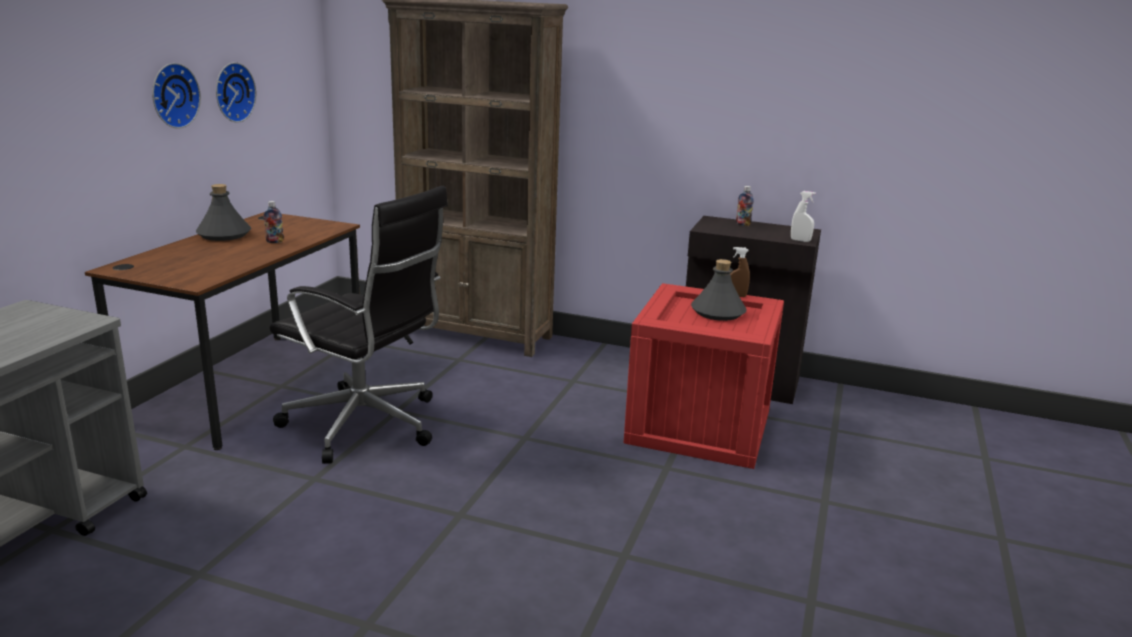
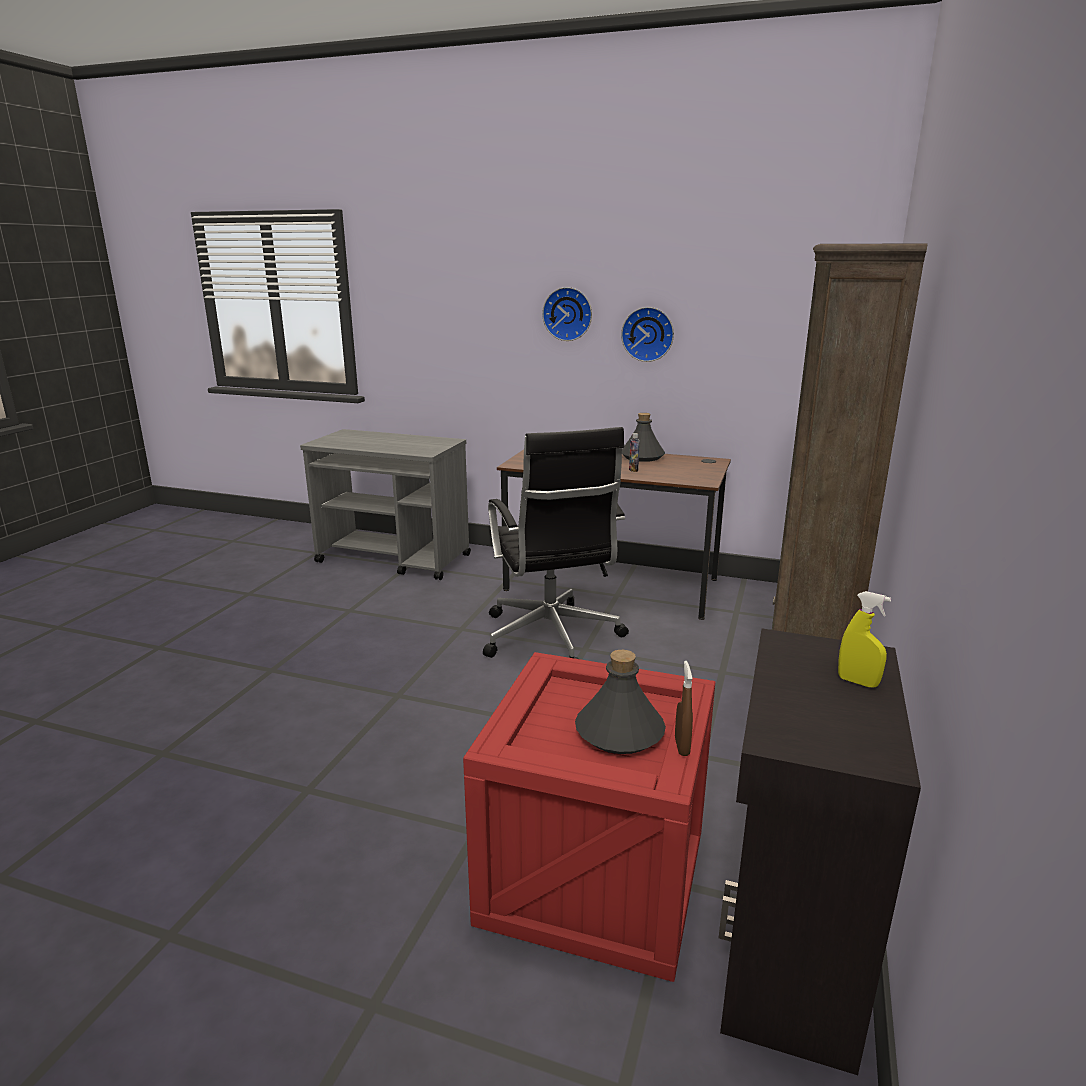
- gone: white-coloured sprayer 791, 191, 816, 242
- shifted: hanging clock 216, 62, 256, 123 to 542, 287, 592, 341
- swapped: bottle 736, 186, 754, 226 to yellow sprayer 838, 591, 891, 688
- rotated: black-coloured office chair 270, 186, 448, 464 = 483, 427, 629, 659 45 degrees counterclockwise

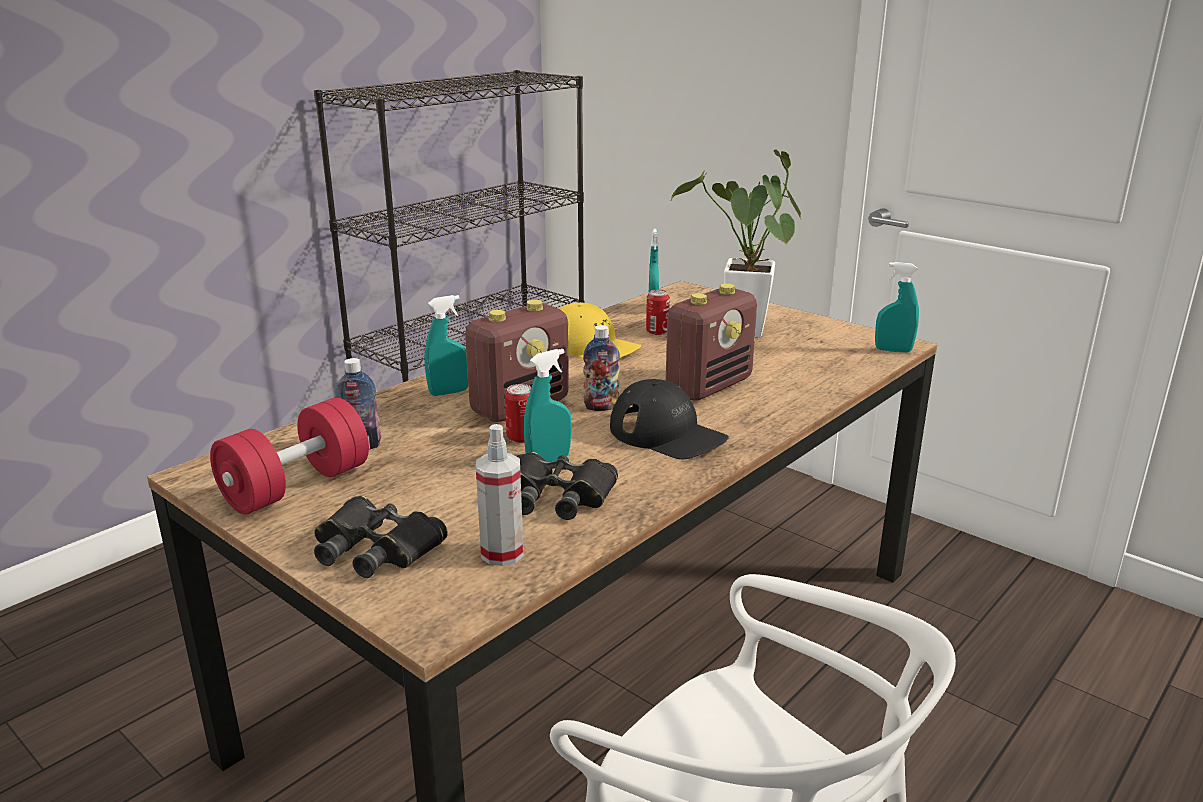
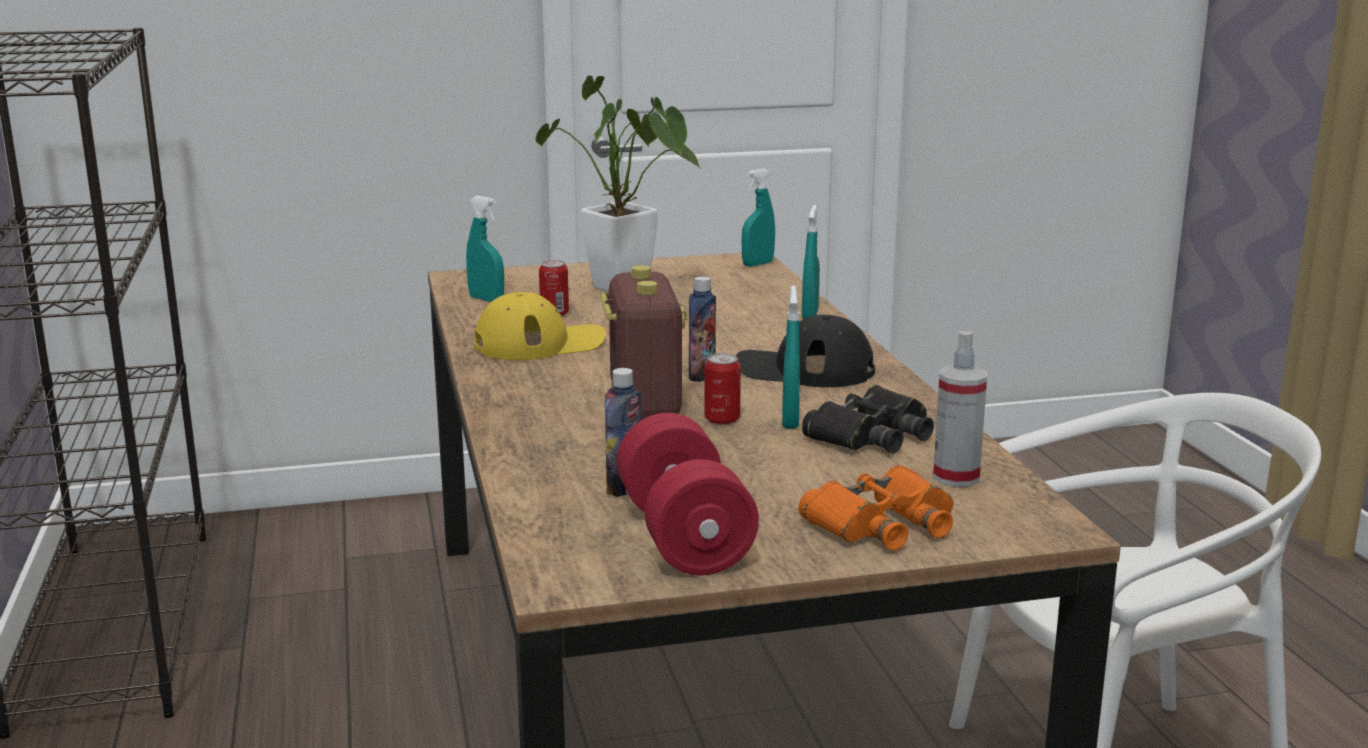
- gone: radio 666, 284, 757, 401
- shifted: blue-green sprayer 425, 295, 468, 396 to 802, 205, 820, 319
- repainted: black-coloured binoculars 314, 496, 448, 578 to orangey binoculars 798, 465, 953, 551
- rotated: black-coloured peaked cap 610, 379, 729, 459 = 736, 315, 875, 387 150 degrees counterclockwise

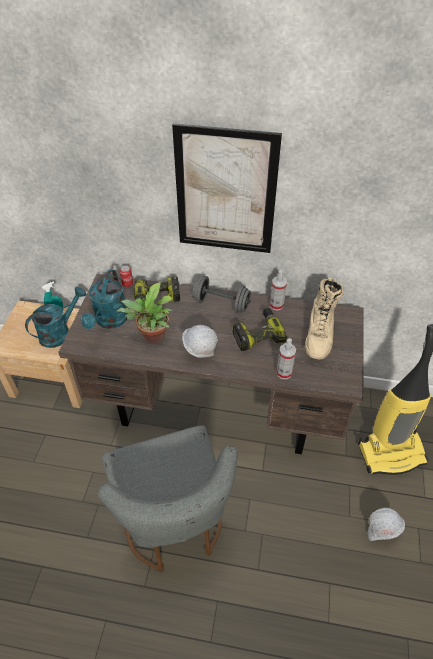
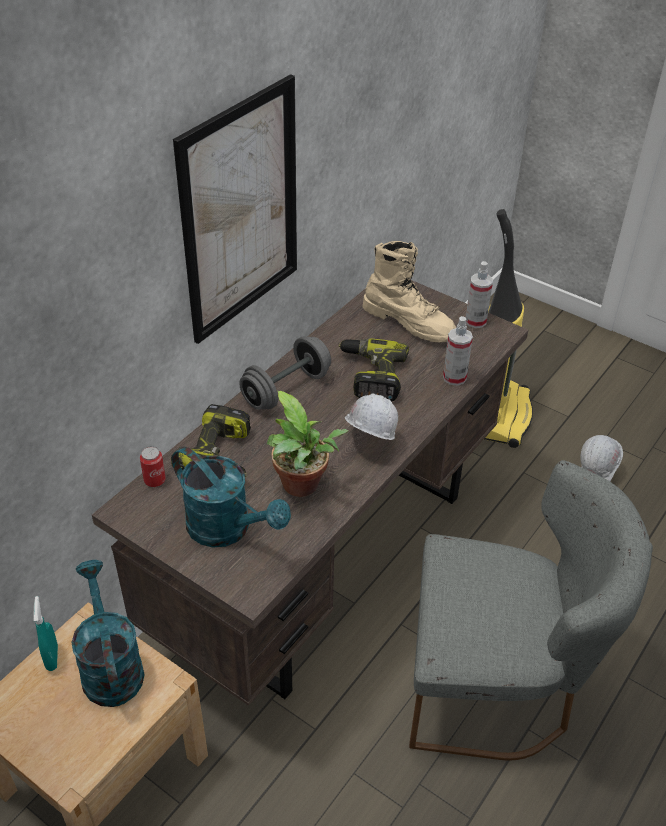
- shifted: sprayer 270, 270, 287, 311 to 466, 261, 493, 328

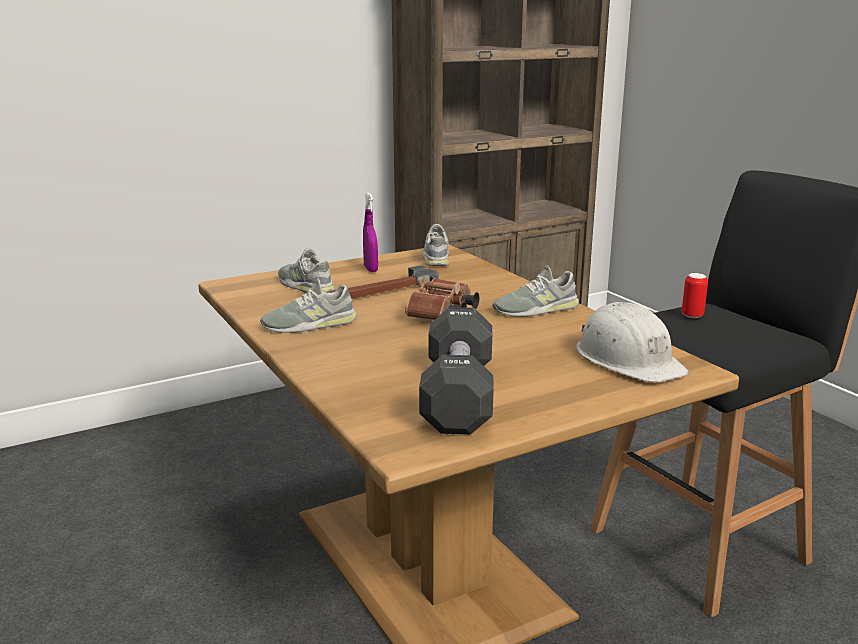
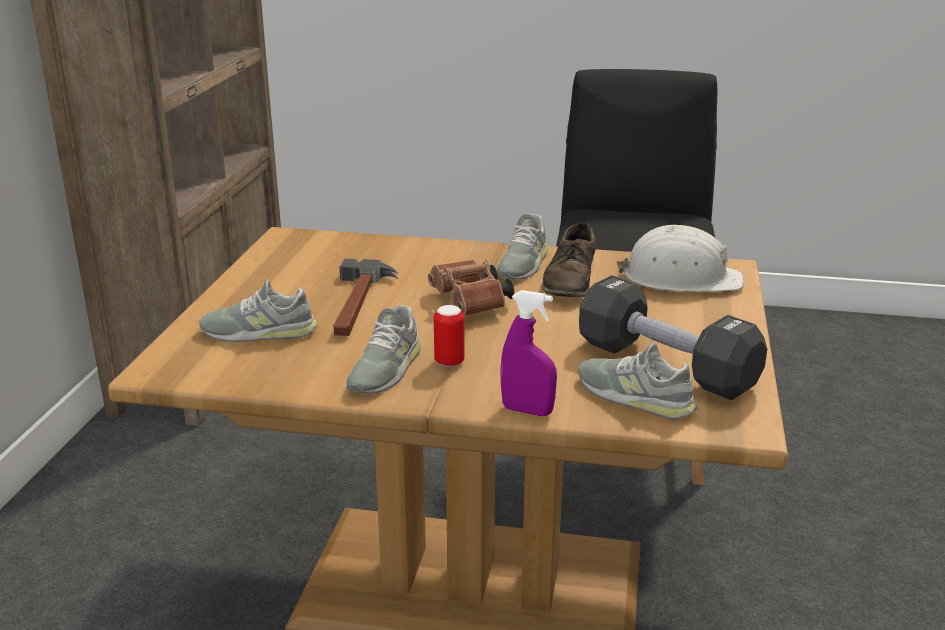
- new: brownish item of footwear 542, 222, 596, 297
- shifted: purple-coloured sprayer 363, 192, 378, 272 to 500, 290, 557, 416
- shifted: grey item of footwear 422, 224, 449, 266 to 578, 342, 698, 419
- shifted: metal can 682, 273, 708, 318 to 434, 305, 465, 367

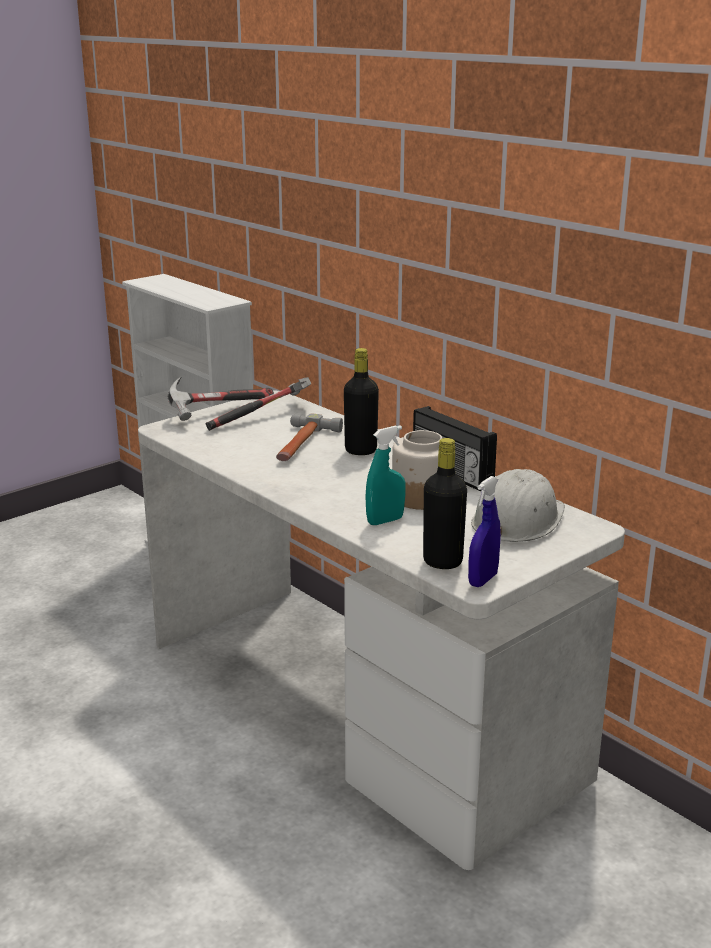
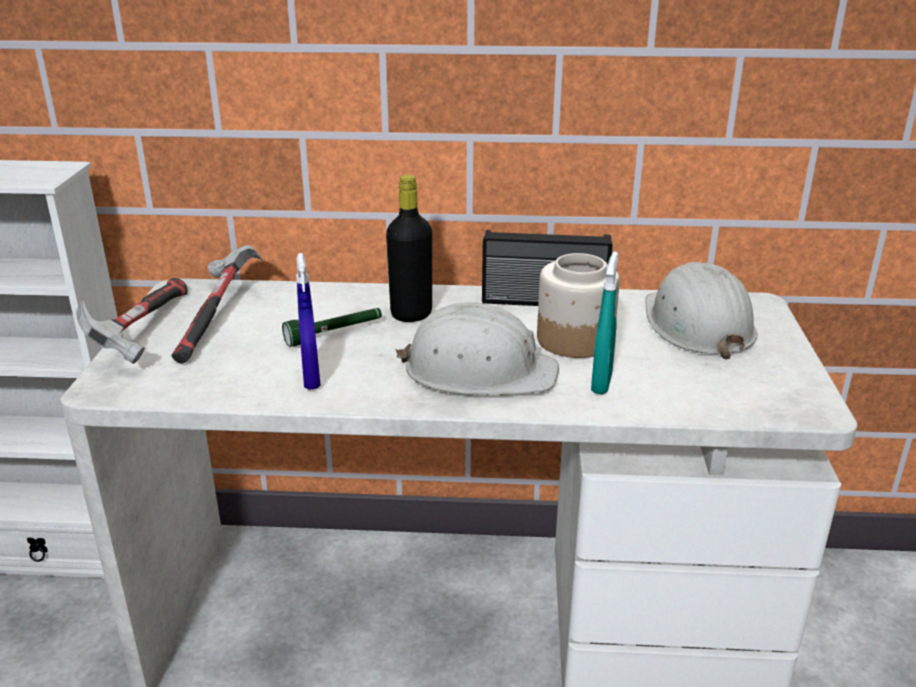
- gone: black-coloured bottle 423, 438, 467, 569
- new: white-coloured hard hat 395, 302, 559, 395
- shifted: blue sprayer 468, 476, 501, 587 to 296, 253, 321, 390
- swapped: hand hammer 276, 413, 343, 461 to green-coloured hand torch 282, 308, 382, 347

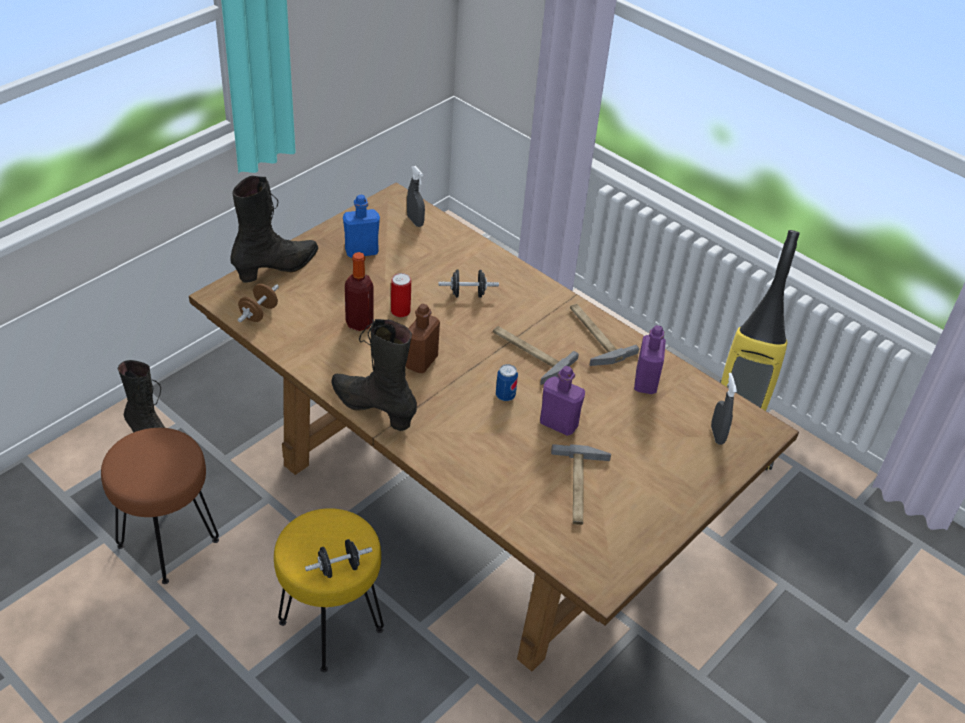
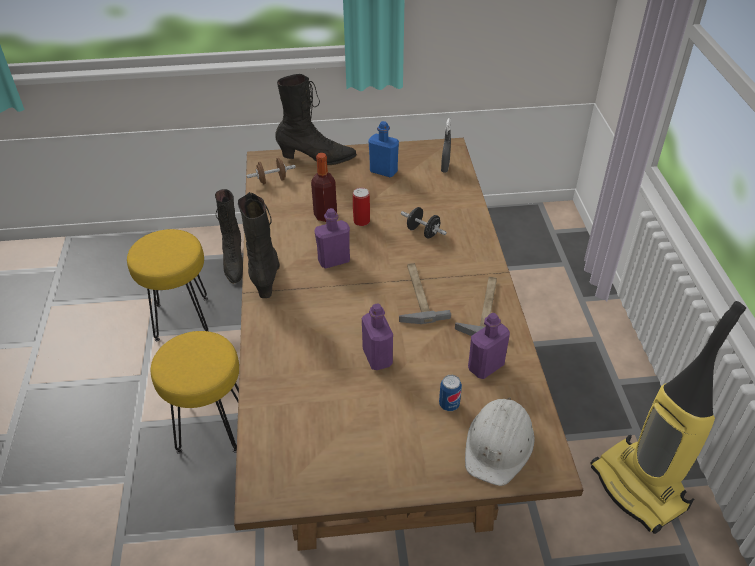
- gone: black-coloured hand weight 305, 539, 372, 578
- gone: hand hammer 551, 444, 611, 525
- shifted: metal can 496, 364, 518, 401 to 439, 375, 462, 411
- swapped: grey sprayer 711, 373, 737, 445 to white-coloured hard hat 465, 397, 534, 486
- repainted: brownish stool 101, 428, 219, 584 to yellow stool 127, 229, 208, 341
- repainted: brownish bottle 406, 304, 440, 373 to purple-coloured bottle 315, 208, 350, 269

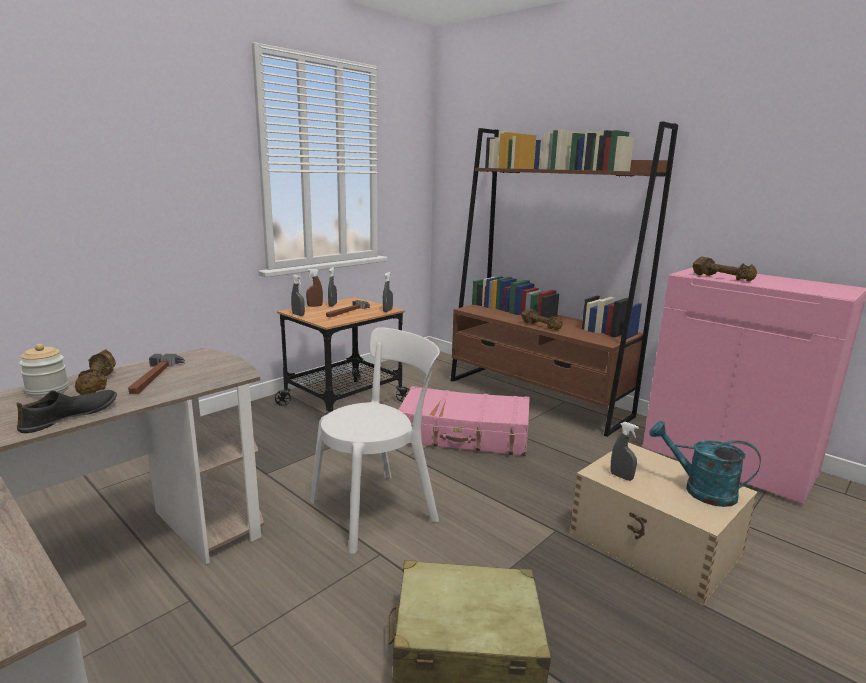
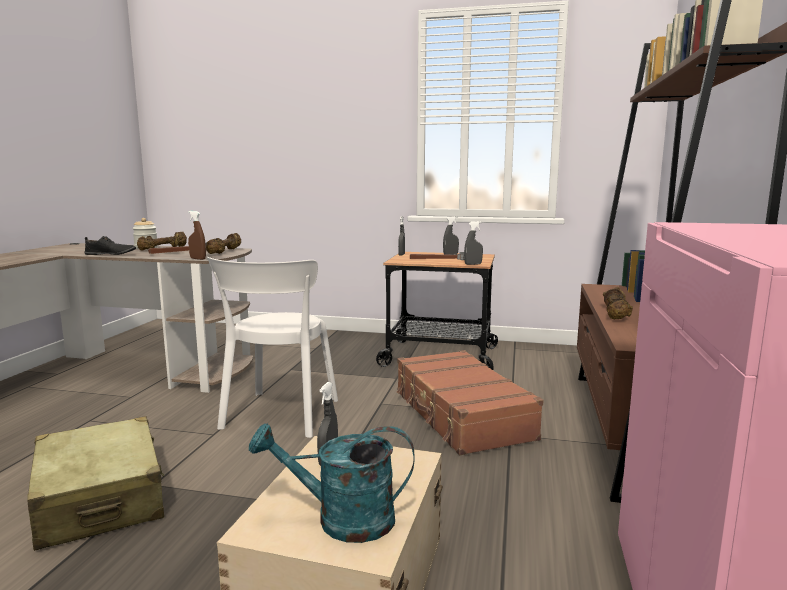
- shifted: brownish sprayer 306, 268, 323, 307 to 188, 211, 206, 260
- shifted: brownish hand weight 693, 257, 757, 282 to 206, 233, 241, 254
- repainted: pink-coloured suitcase 398, 386, 530, 456 to brownish suitcase 397, 350, 543, 455
- rotated: white-coloured chair 310, 327, 440, 554 = 207, 257, 338, 438 75 degrees clockwise
- rotated: blue-green watering pot 649, 421, 761, 507 = 249, 423, 414, 543 90 degrees counterclockwise

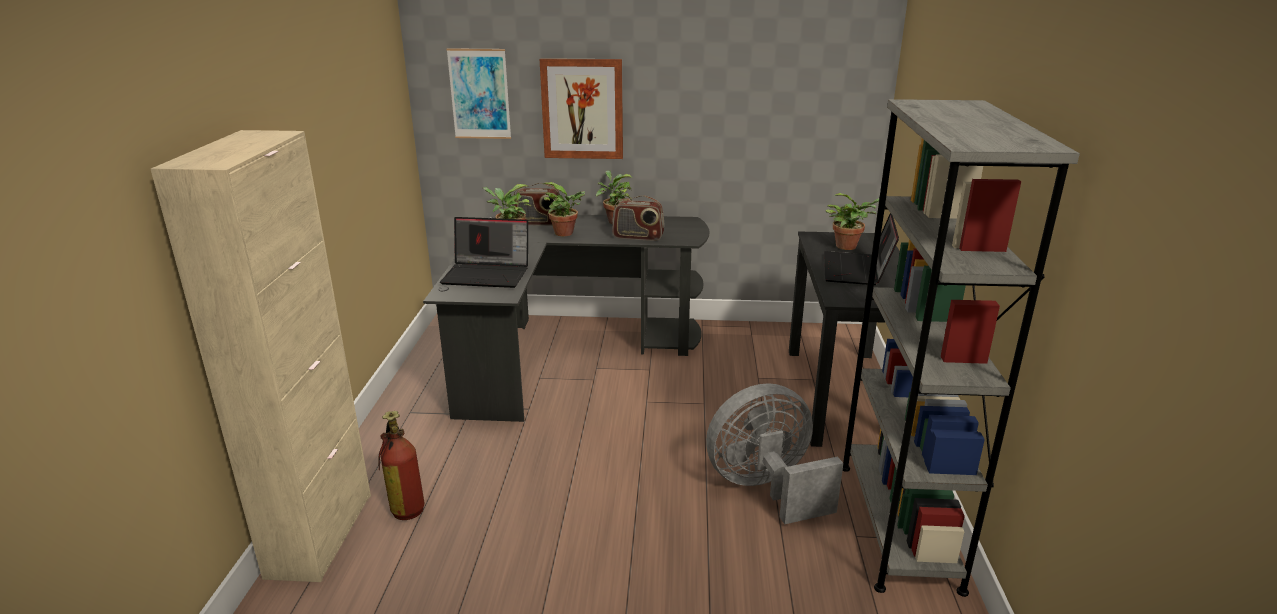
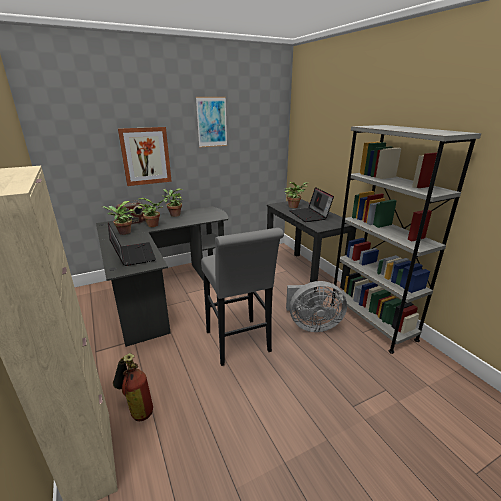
- gone: radio 612, 195, 664, 241
- new: grey stool 201, 228, 284, 366
- shifted: picture 446, 48, 511, 139 to 196, 97, 227, 147
- rotated: portable computer 440, 217, 528, 288 = 108, 222, 156, 266 90 degrees counterclockwise
- rotated: grey fan 706, 383, 844, 524 = 286, 281, 347, 332 135 degrees counterclockwise

